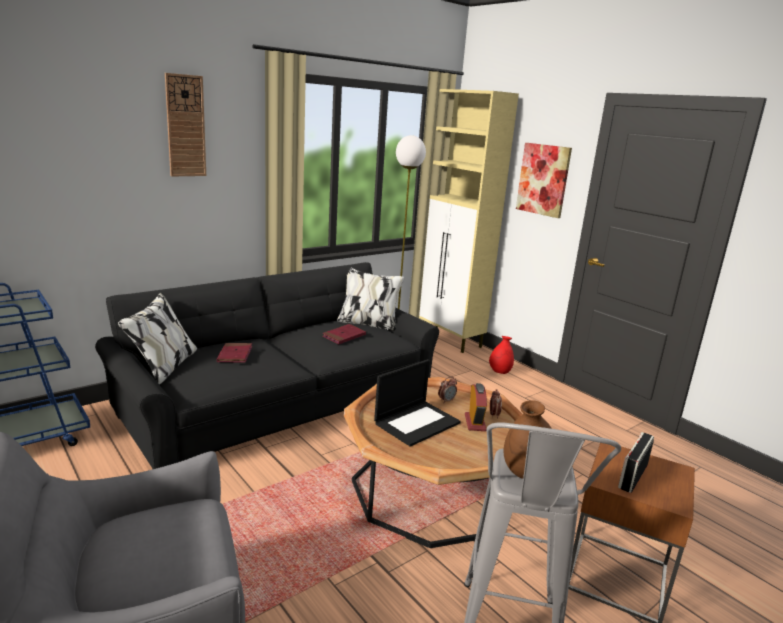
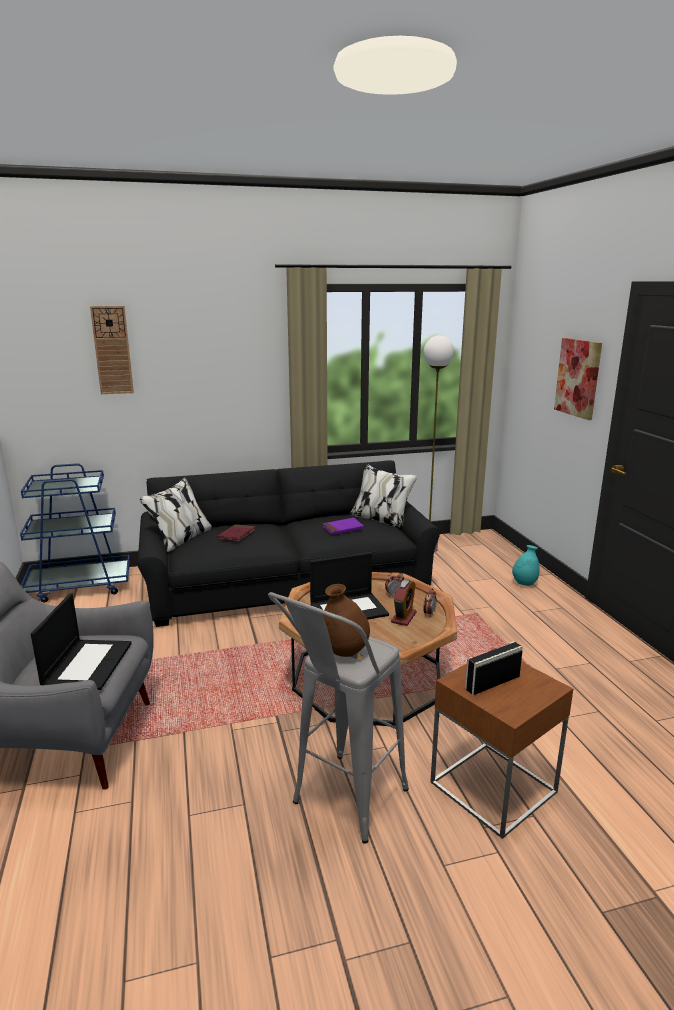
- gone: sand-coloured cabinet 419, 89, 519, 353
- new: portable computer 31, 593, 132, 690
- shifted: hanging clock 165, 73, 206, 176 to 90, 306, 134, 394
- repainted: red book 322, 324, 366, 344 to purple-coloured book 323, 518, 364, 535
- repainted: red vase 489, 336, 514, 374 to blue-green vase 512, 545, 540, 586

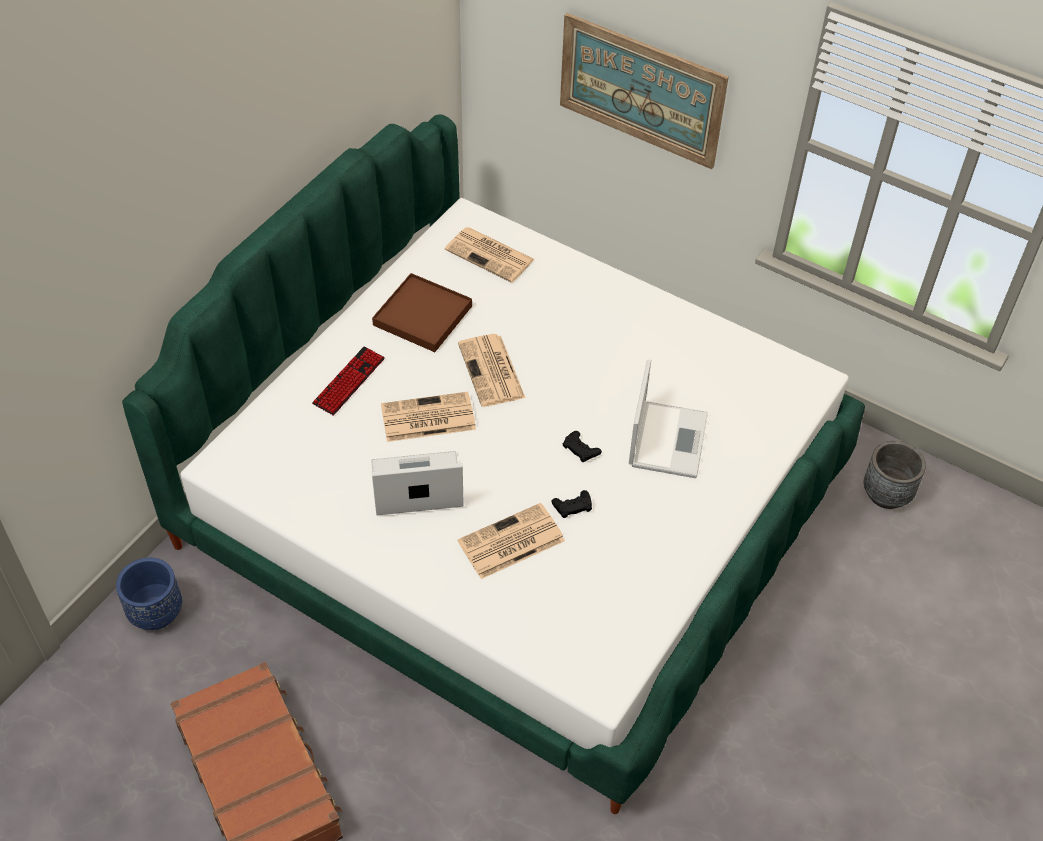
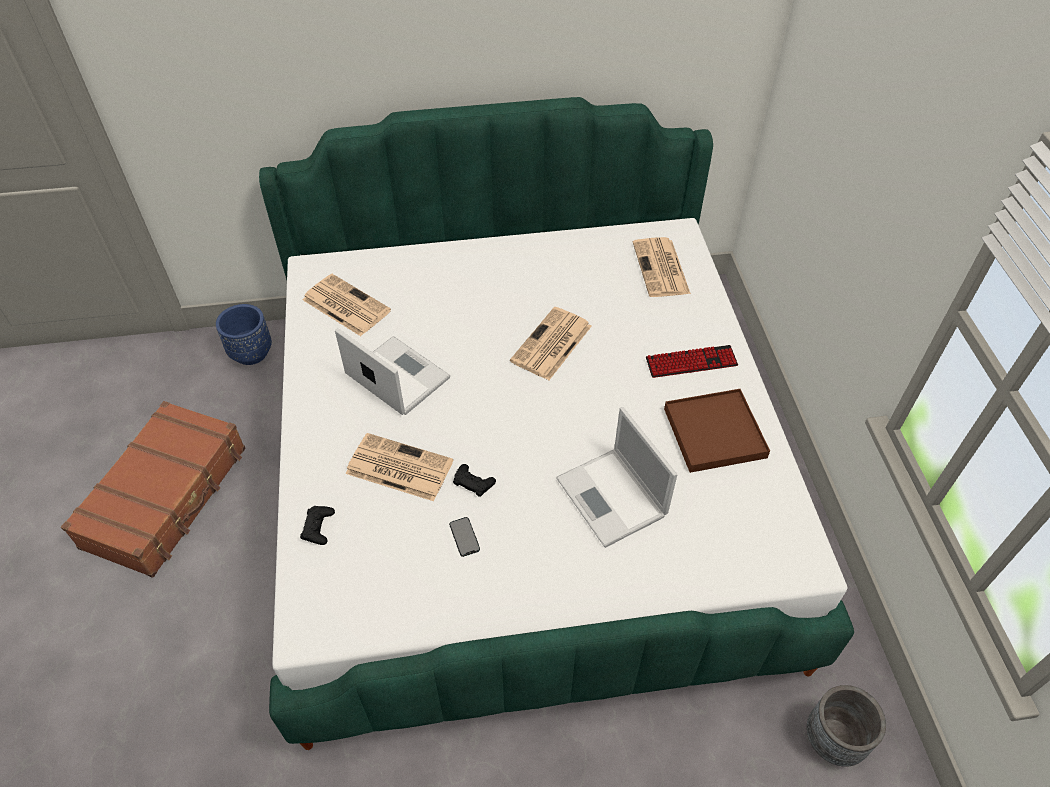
- gone: picture 560, 13, 729, 169
- new: handset 449, 517, 480, 557
- shifted: computer keyboard 312, 346, 385, 415 to 646, 345, 738, 378
- shifted: brownish carrying tray 372, 273, 472, 352 to 664, 389, 770, 473
- shifted: newspaper 381, 392, 476, 442 to 302, 274, 391, 336
- shifted: black-coloured joypad 563, 431, 602, 462 to 300, 506, 335, 545
- rotated: portable computer 629, 360, 708, 478 = 556, 407, 678, 548 90 degrees clockwise

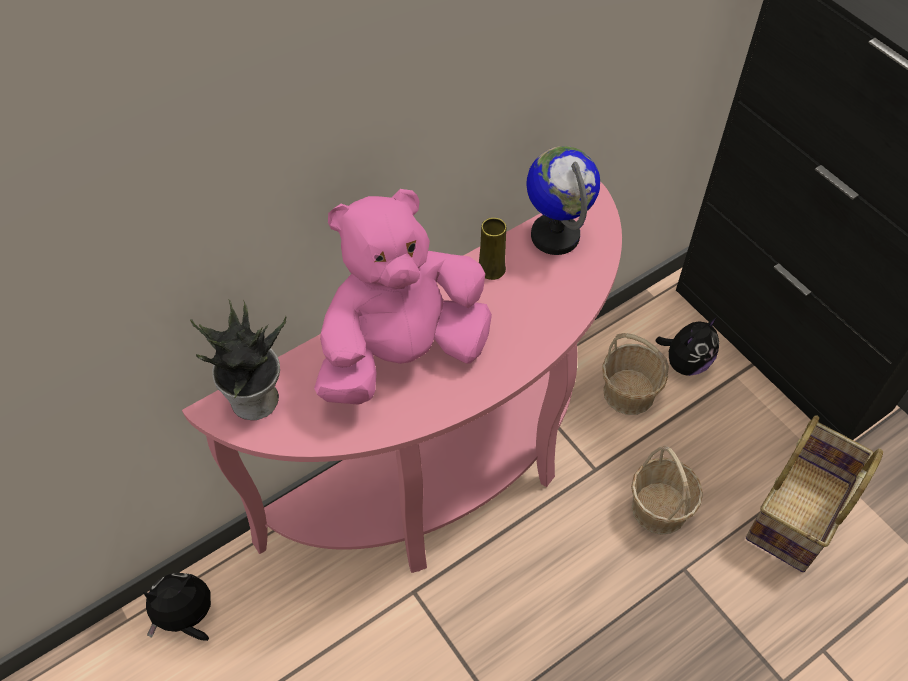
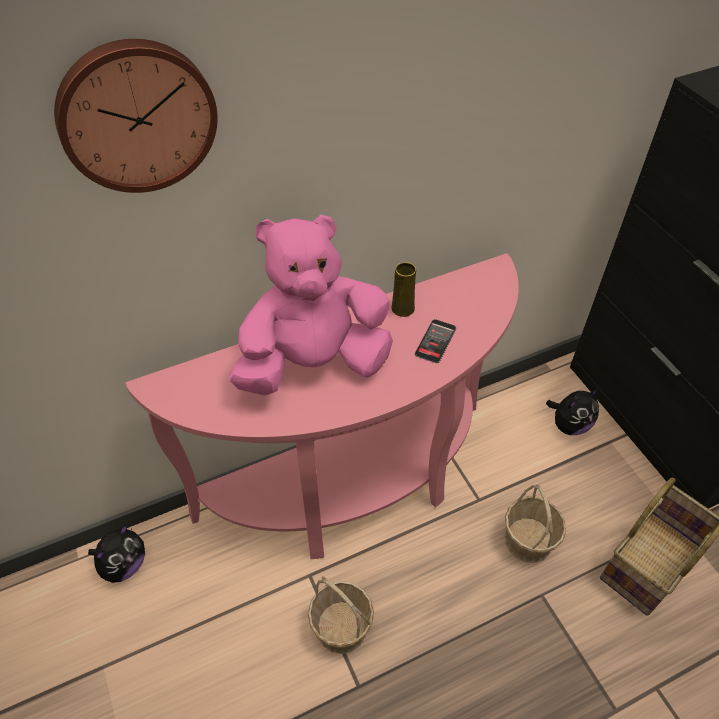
- gone: potted plant 190, 300, 286, 420
- gone: desk globe 526, 146, 600, 255
- new: hanging clock 54, 39, 218, 193
- new: handset 415, 319, 456, 363
- shifted: household basket 602, 333, 669, 415 to 308, 576, 374, 654
- rotated: plush toy 143, 573, 211, 641 = 88, 524, 145, 583 135 degrees clockwise

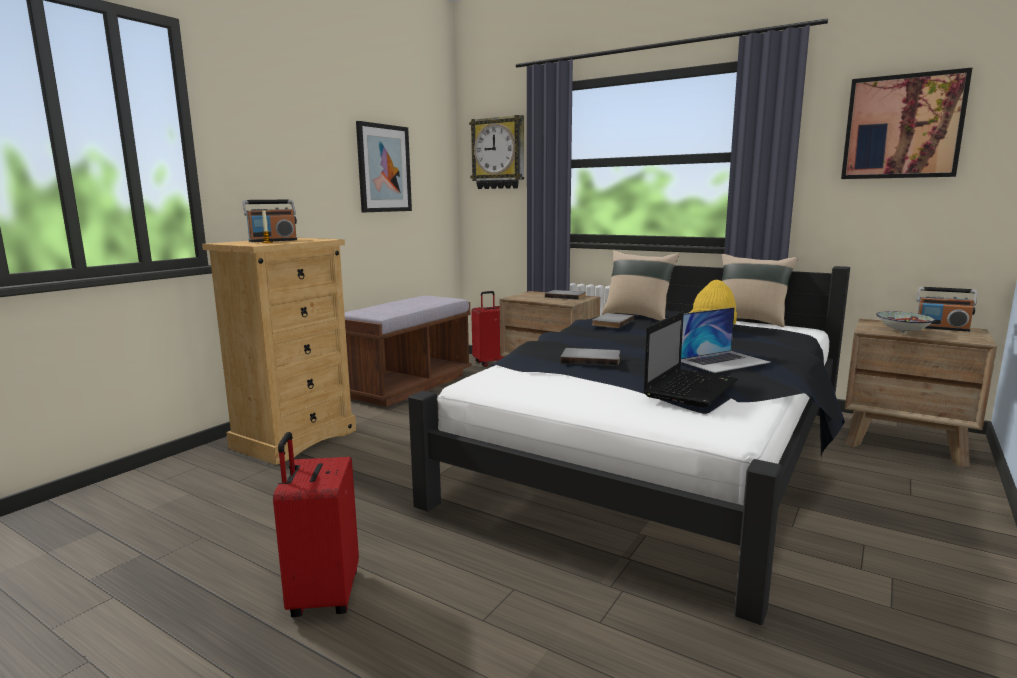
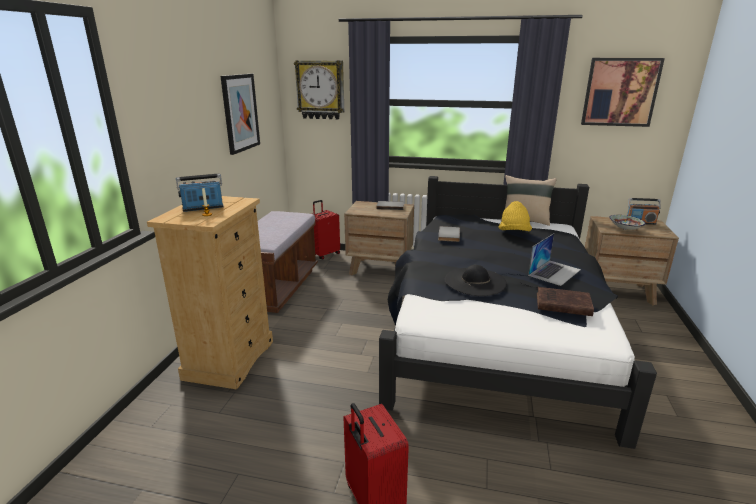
- gone: sand-coloured throw pillow 602, 250, 679, 321
- swapped: grey book 560, 348, 620, 366 to black-coloured clothing hat 444, 265, 507, 296
- swapped: portable computer 644, 312, 738, 407 to brownish book 537, 287, 594, 316
- rotated: radio 242, 200, 297, 242 = 176, 174, 224, 212 150 degrees counterclockwise

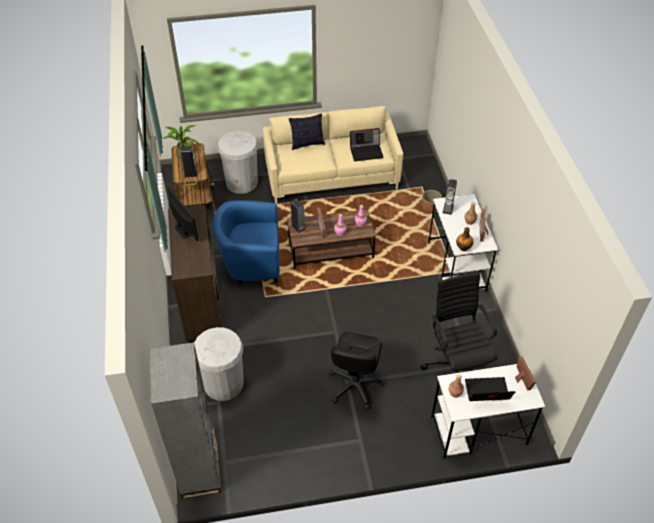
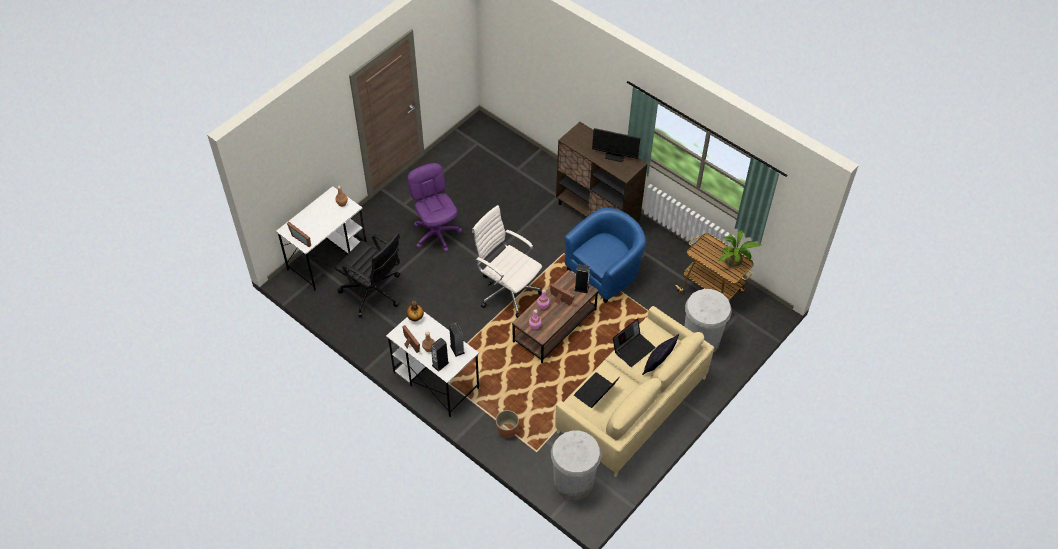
- gone: grey bookcase 149, 342, 221, 499
- new: white-coloured office chair 472, 205, 543, 318
- shifted: audio speaker 180, 146, 197, 178 to 431, 338, 449, 372
- shifted: white-coloured rubbish bin 194, 327, 244, 401 to 551, 431, 601, 500
- shifted: portable computer 465, 377, 516, 401 to 613, 319, 656, 367
- repainted: black-coloured office chair 329, 332, 385, 410 to purple-coloured office chair 407, 163, 462, 252

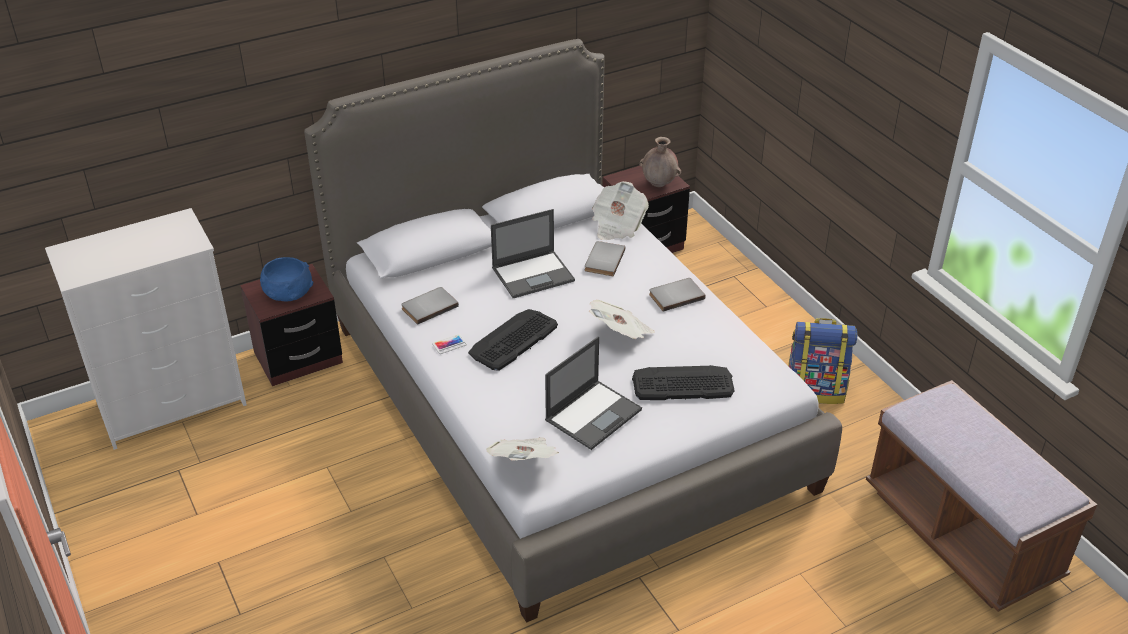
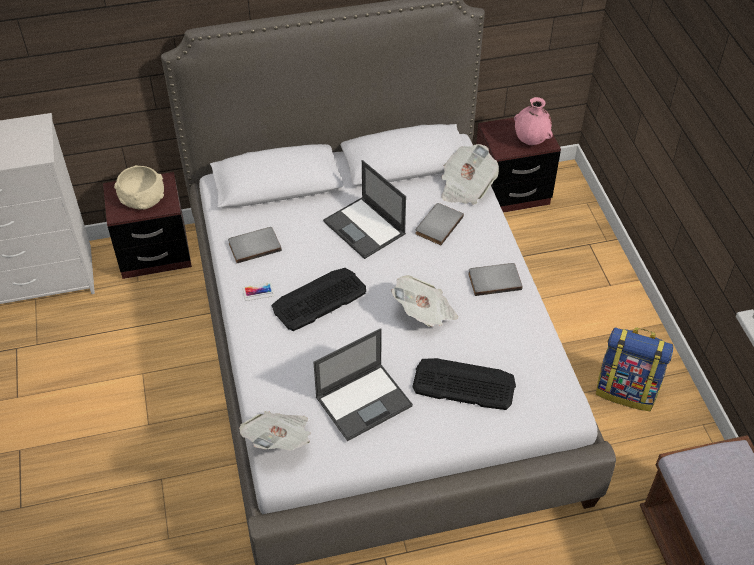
- repainted: blue deep dish 260, 257, 313, 301 to sand-coloured deep dish 114, 165, 164, 209
- repainted: brownish vase 639, 137, 681, 187 to pink-coloured vase 514, 97, 553, 145
- rotated: portable computer 491, 209, 575, 298 = 323, 160, 406, 259 60 degrees clockwise

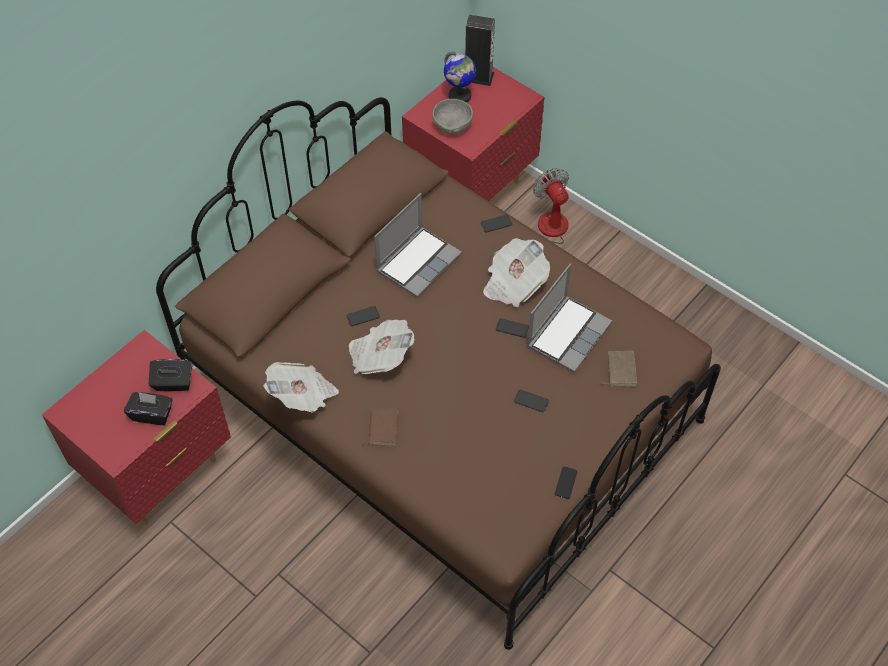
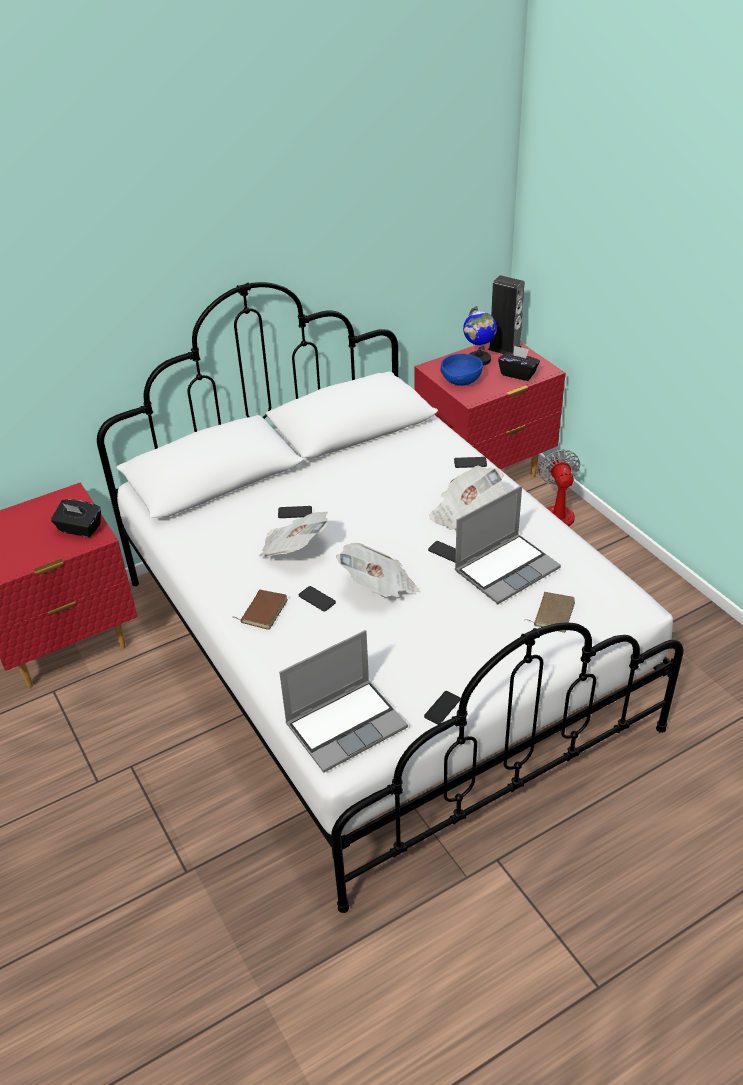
- shifted: black-coloured box of tissues 124, 392, 172, 425 to 498, 345, 540, 381
- shifted: newspaper 263, 362, 339, 413 to 336, 543, 419, 597
- shifted: portable computer 374, 193, 462, 298 to 279, 630, 408, 773
- shifted: handset 514, 390, 549, 412 to 299, 586, 336, 611
- repainted: brownish bedroom bed 156, 97, 721, 650 to white-coloured bedroom bed 97, 282, 684, 913
- repainted: grey deep dish 433, 99, 473, 134 to blue deep dish 440, 354, 483, 386

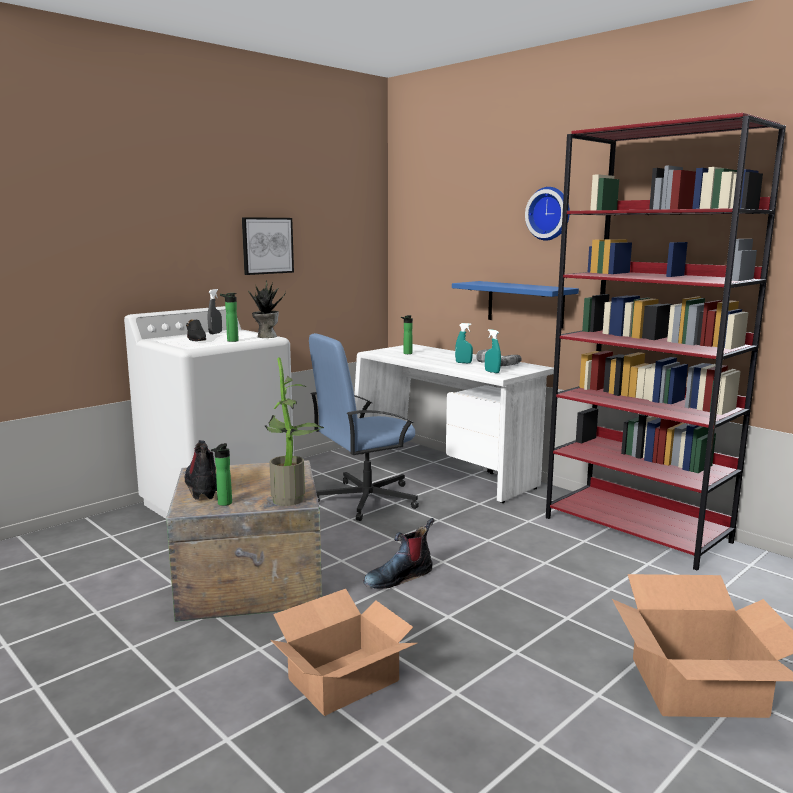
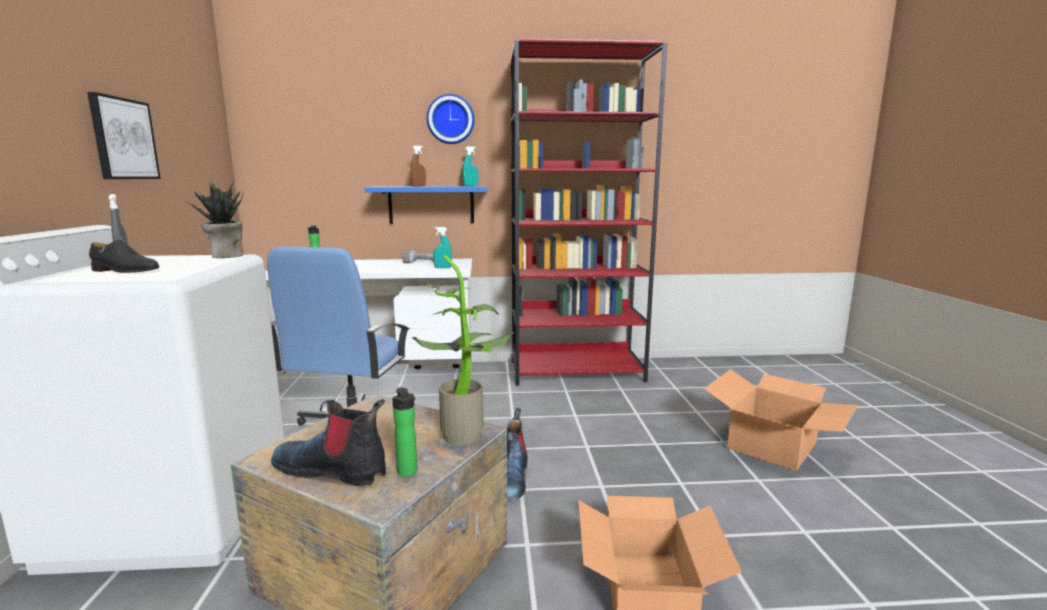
- gone: bottle 220, 293, 239, 342
- new: brownish sprayer 410, 146, 426, 187
- shifted: blue-green sprayer 455, 323, 473, 363 to 463, 146, 478, 186

